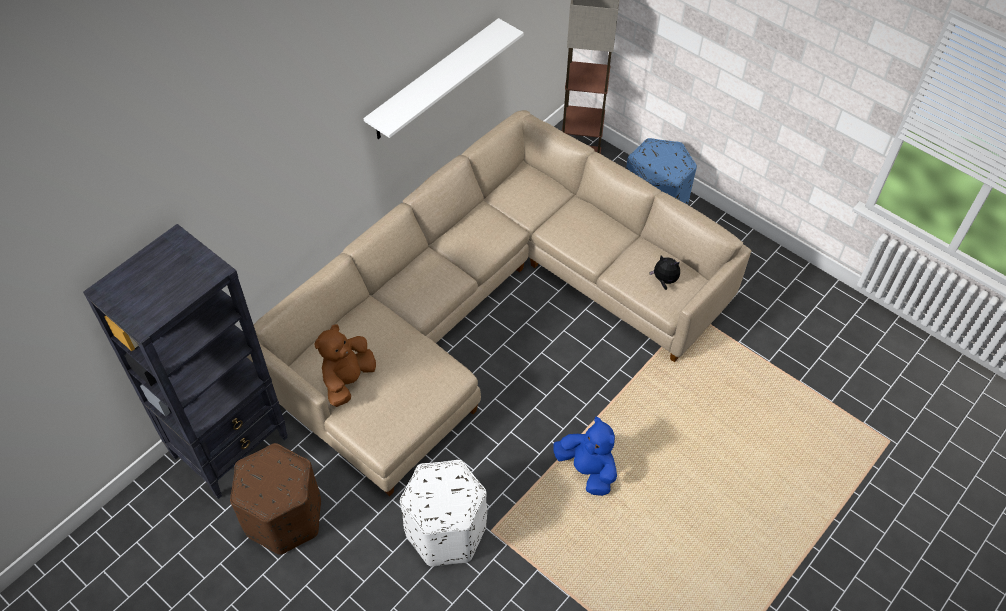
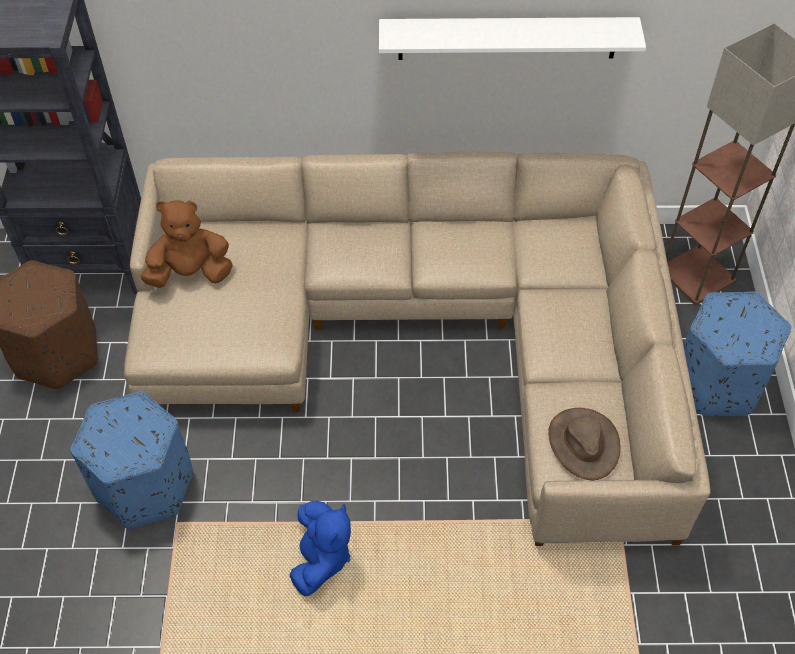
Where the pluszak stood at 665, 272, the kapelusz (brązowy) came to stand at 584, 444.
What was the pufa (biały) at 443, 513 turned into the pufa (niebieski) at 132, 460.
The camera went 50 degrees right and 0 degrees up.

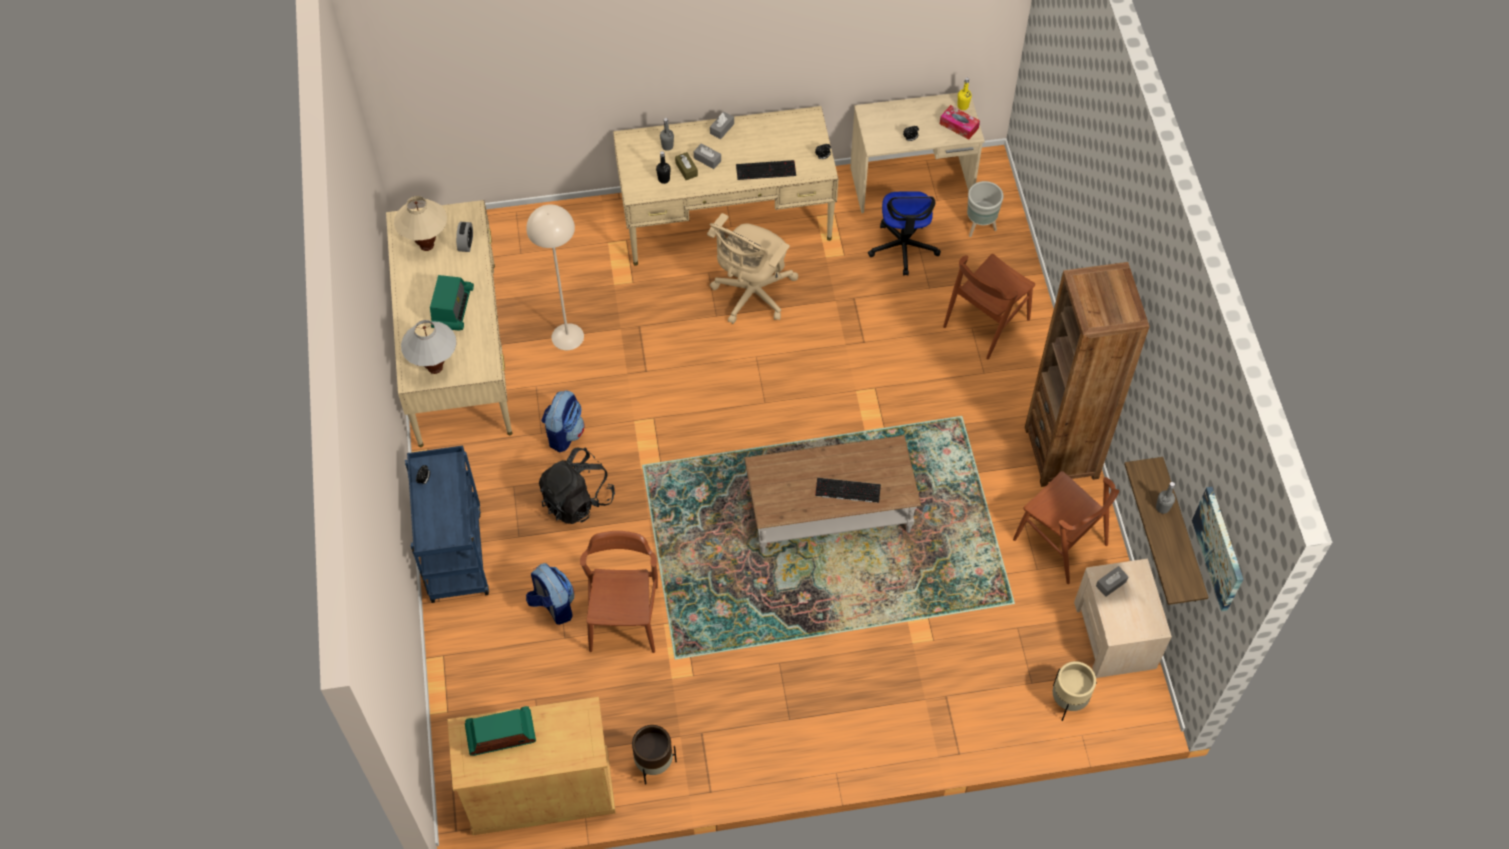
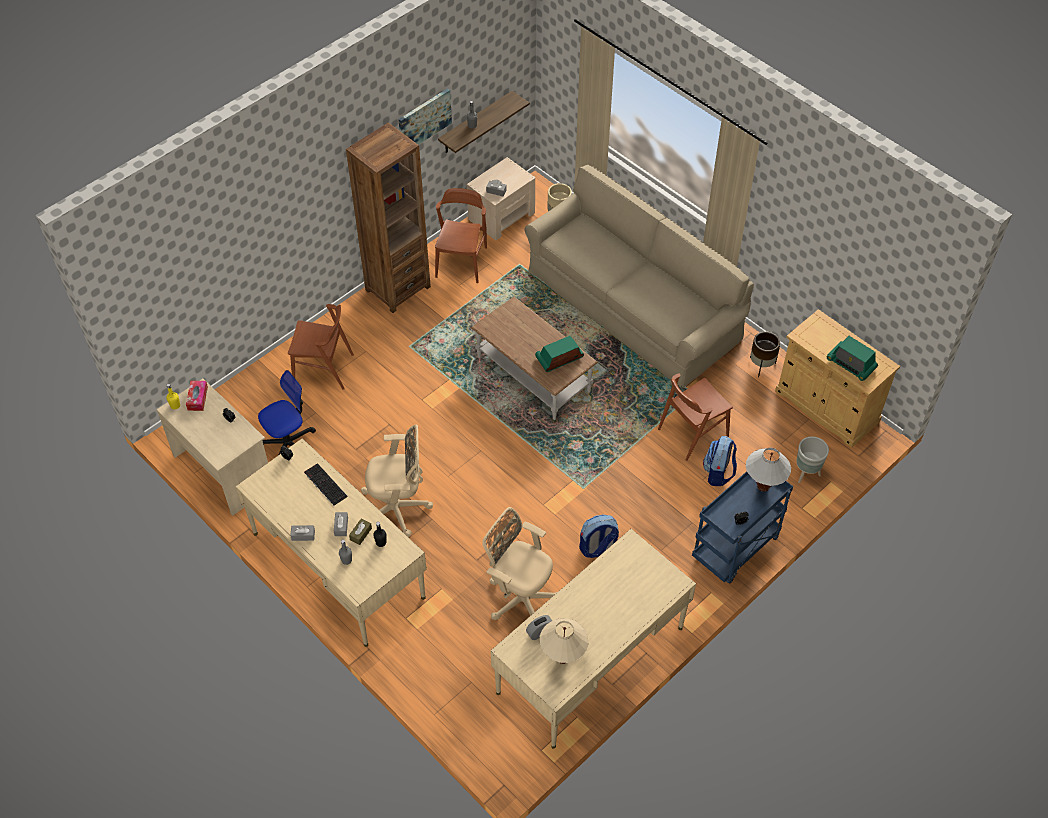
The donica (szary) ended up elsewhere, having gone from 985, 209 to 812, 459.
Where the lampa stojąca (beżowy) stood at 555, 277, the krzesło biurowe (beżowy) came to stand at 519, 563.
The radio ended up elsewhere, having gone from 452, 303 to 559, 354.
The lampa stołowa (biały) ended up elsewhere, having gone from 429, 347 to 768, 470.
The second view lost the plecak (czarny) at 577, 485.
The second view lost the klawiatura at 848, 490.
The obraz ended up elsewhere, having gone from 1217, 549 to 425, 116.
The second view gained the kanapa (beżowy) at 639, 276.
The camera went 125 degrees left and 5 degrees down.

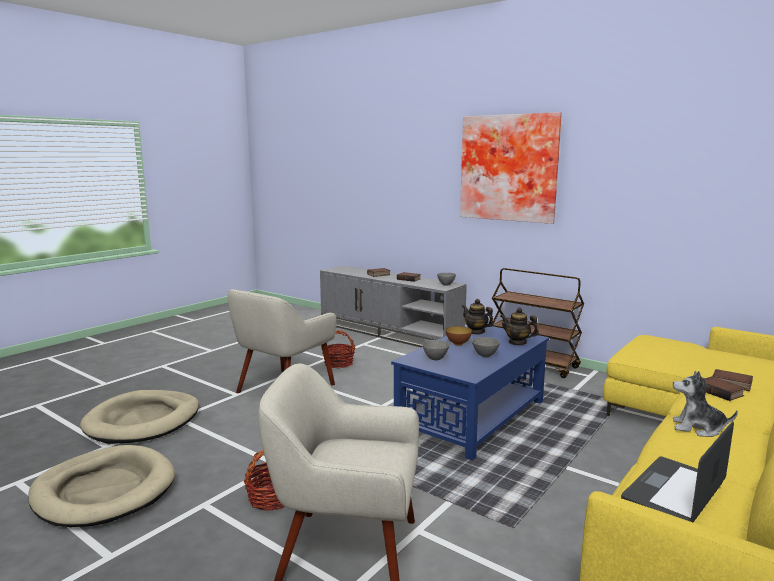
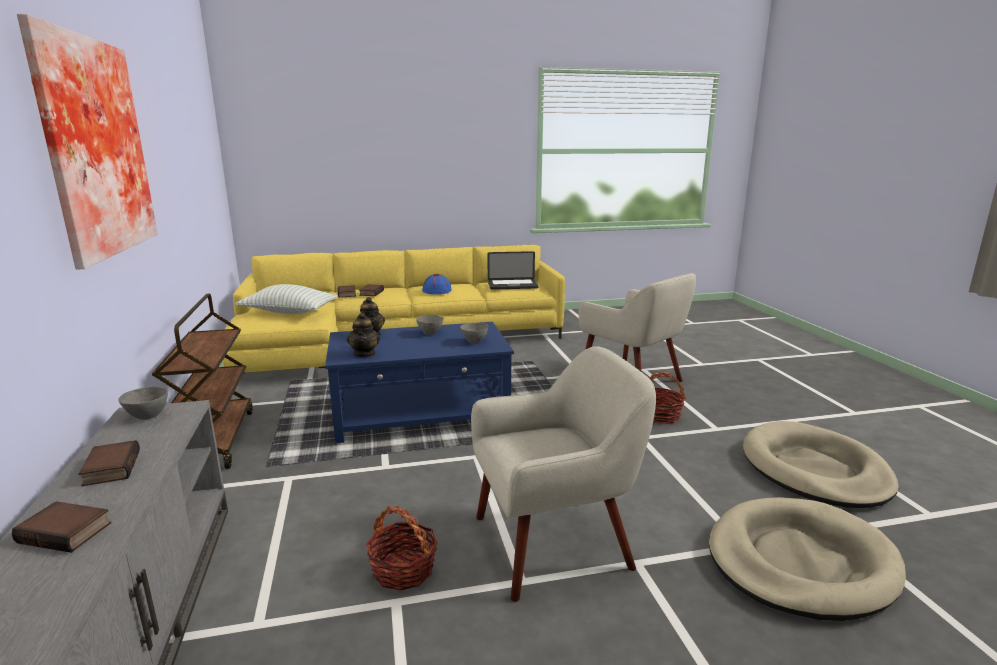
The second view lost the miska at 459, 336.
Where the pluszak stood at 705, 404, the kapelusz (niebieski) came to stand at 437, 284.
The second view gained the poduszka at 286, 299.
The camera went 140 degrees left and 5 degrees up.

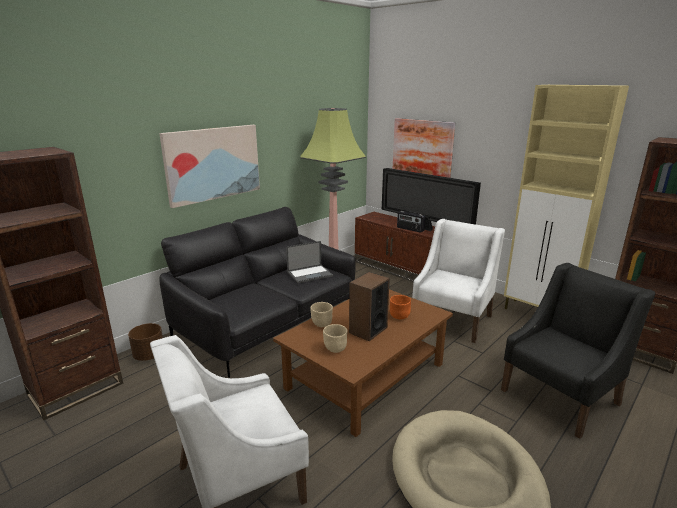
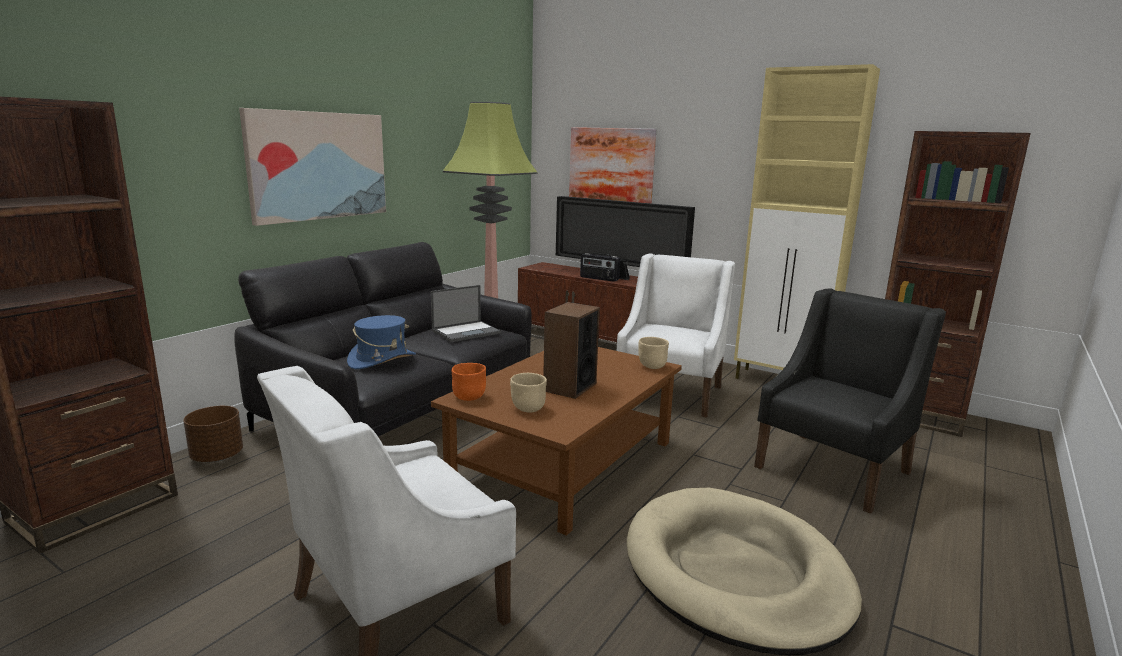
The miska (pomarańczowy) ended up elsewhere, having gone from 400, 307 to 469, 382.
The miska (beżowy) ended up elsewhere, having gone from 321, 314 to 653, 353.
The second view gained the kapelusz (niebieski) at 381, 342.
The camera went 10 degrees left and 5 degrees down.

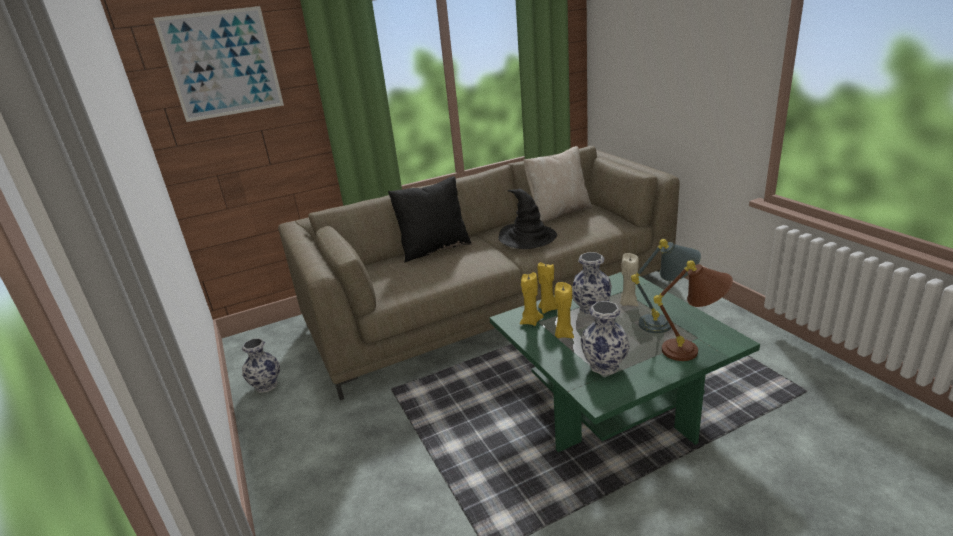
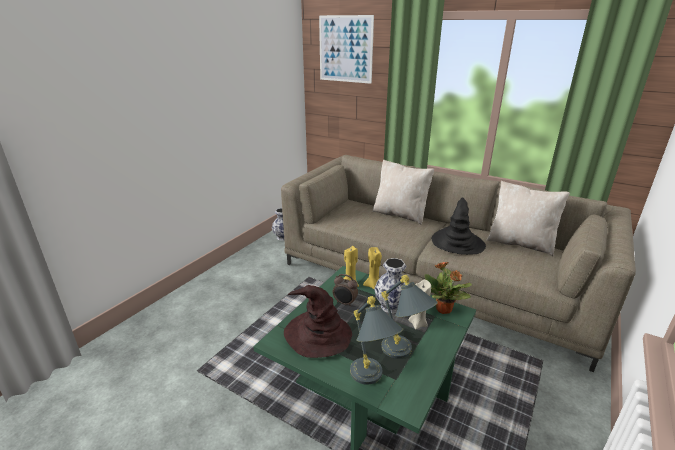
What was the poduszka (czarny) at 430, 219 turned into the poduszka (beżowy) at 403, 192.
What was the lampa stołowa (brązowy) at 693, 310 turned into the lampa stołowa (szary) at 376, 340.
Where the świeca (żółty) stood at 564, 310, the budzik came to stand at 345, 290.
Where the wazon stood at 605, 338, the kapelusz (brązowy) came to stand at 318, 321.
The second view gained the roślina doniczkowa at 448, 288.
The camera went 55 degrees right and 0 degrees up.

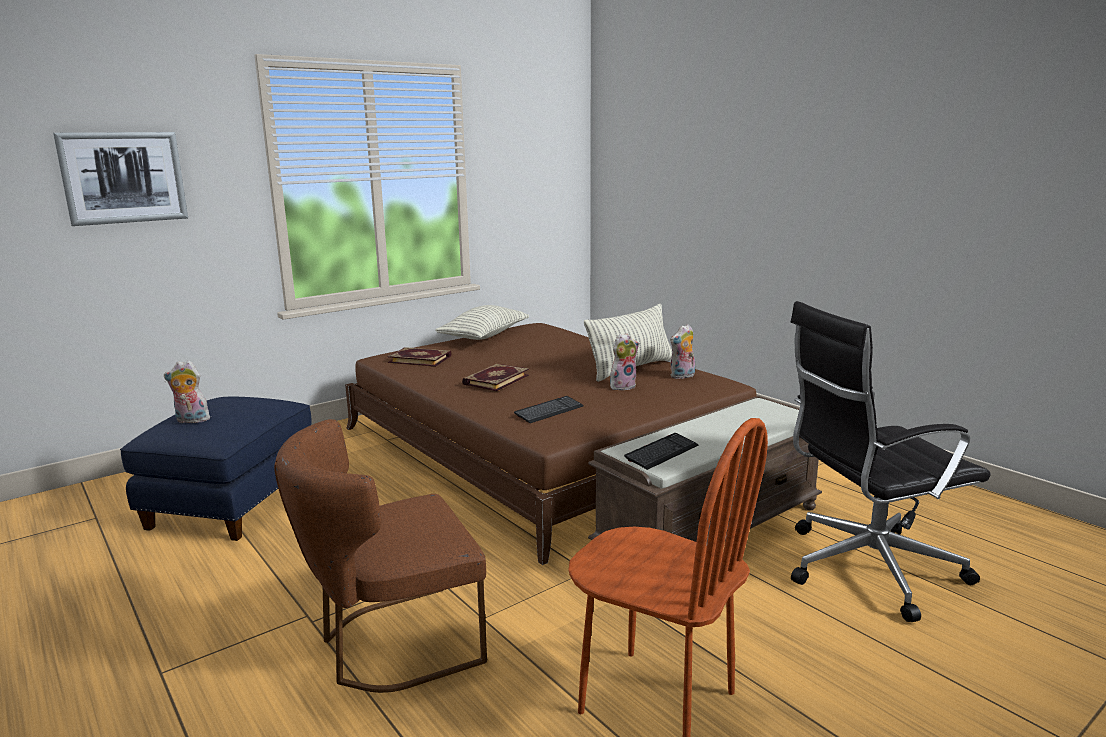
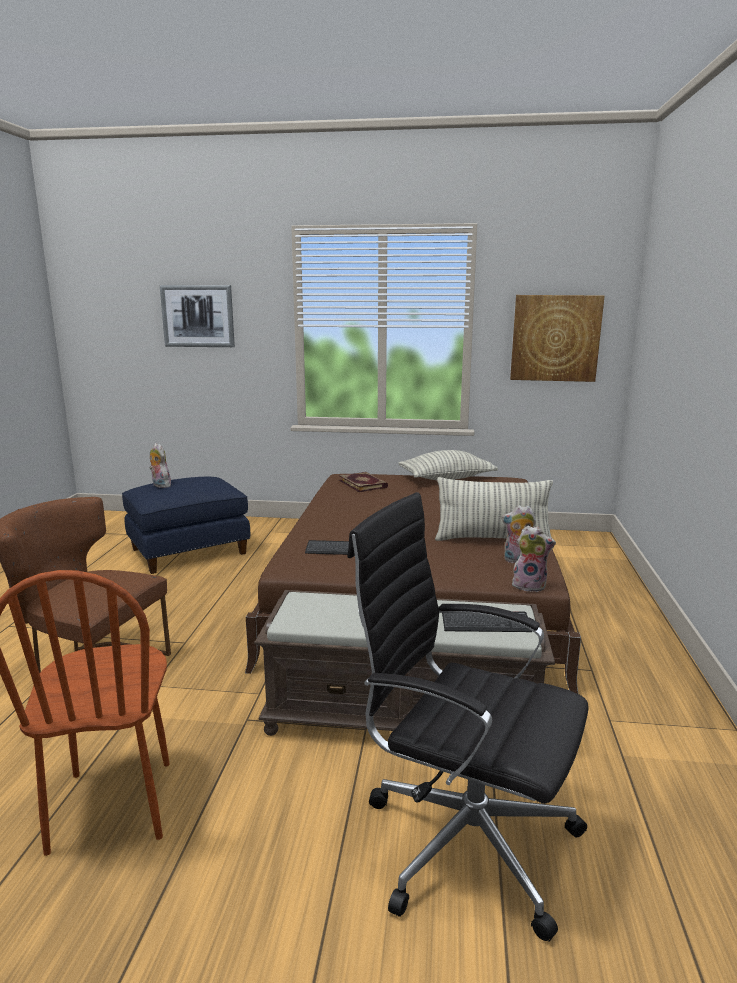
The pluszak ended up elsewhere, having gone from 624, 361 to 534, 559.
The second view lost the książka at 495, 377.
The klawiatura ended up elsewhere, having gone from 661, 451 to 487, 621.
The second view gained the obraz at 557, 338.
The camera went 45 degrees right and 0 degrees up.

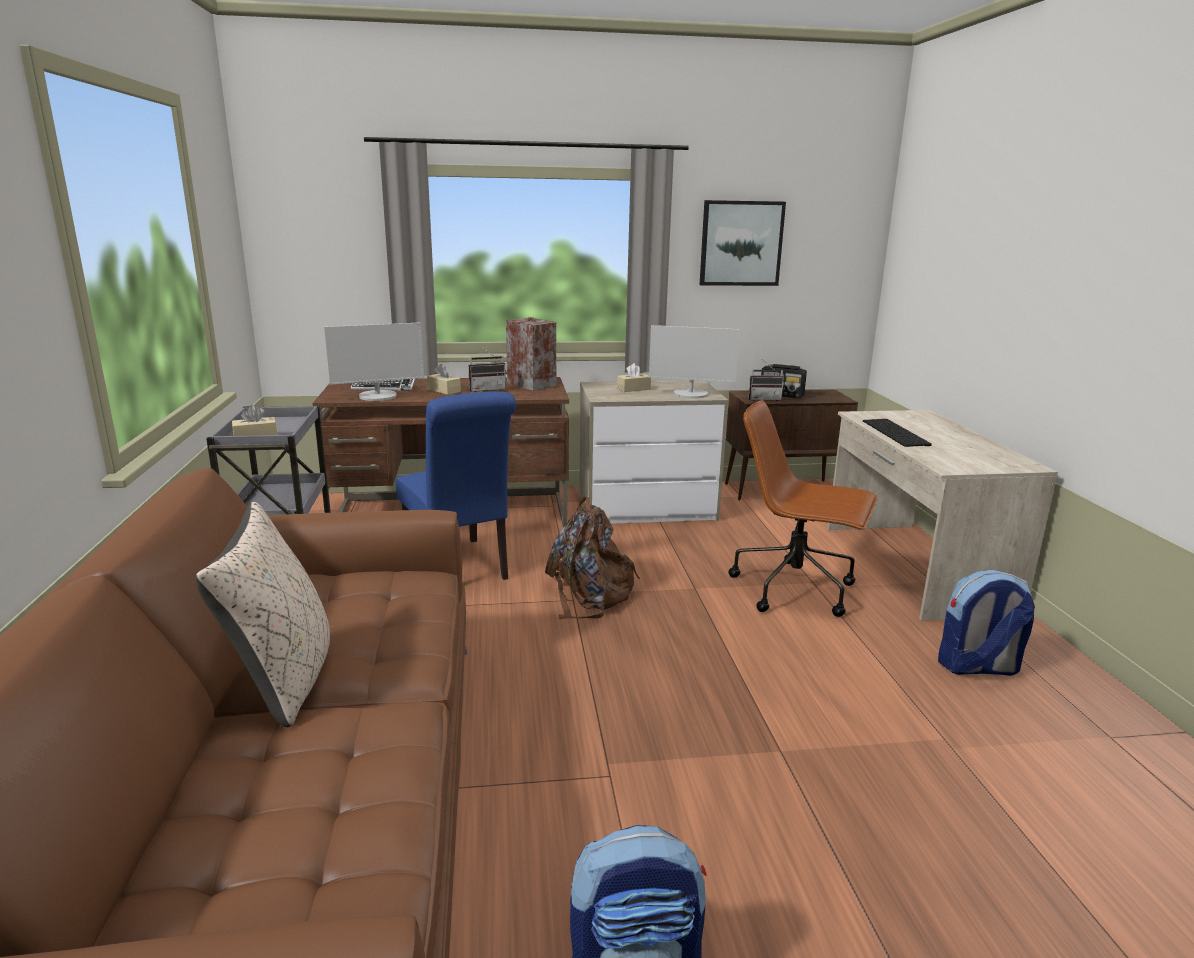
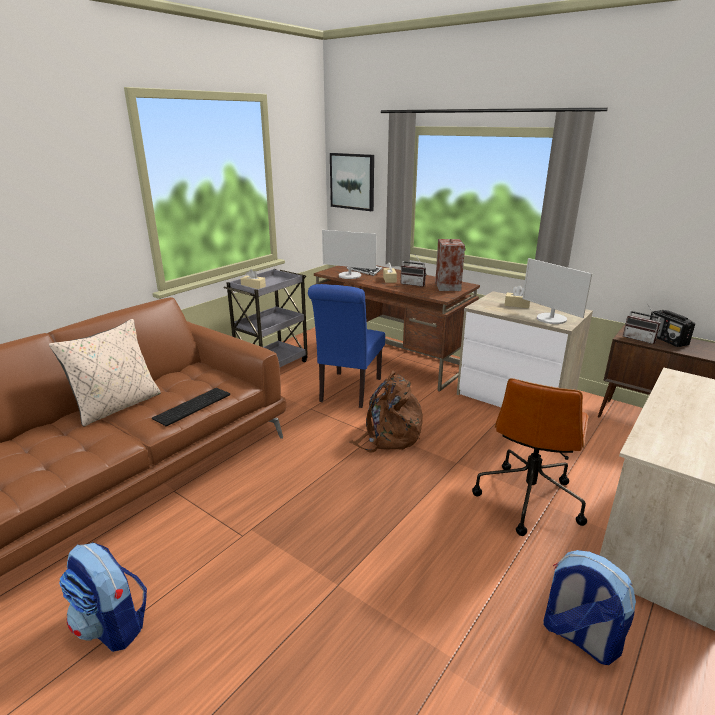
The obraz ended up elsewhere, having gone from 742, 243 to 352, 182.
The krzesło biurowe (brązowy) at 803, 508 ended up facing another way, 135 degrees counterclockwise from before.
The klawiatura ended up elsewhere, having gone from 897, 433 to 191, 407.
The camera went 45 degrees right and 5 degrees up.

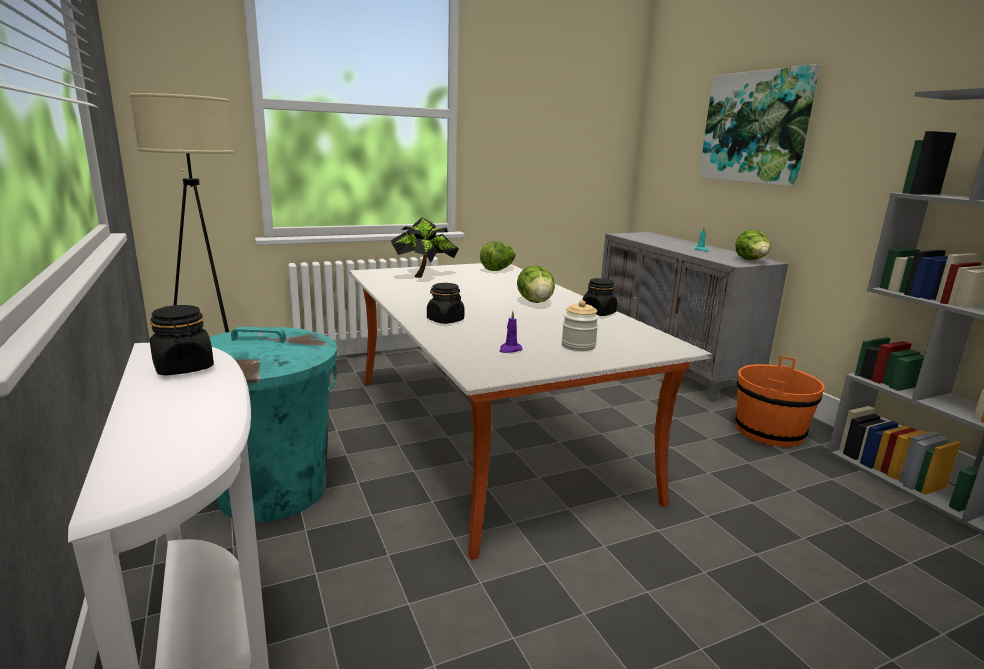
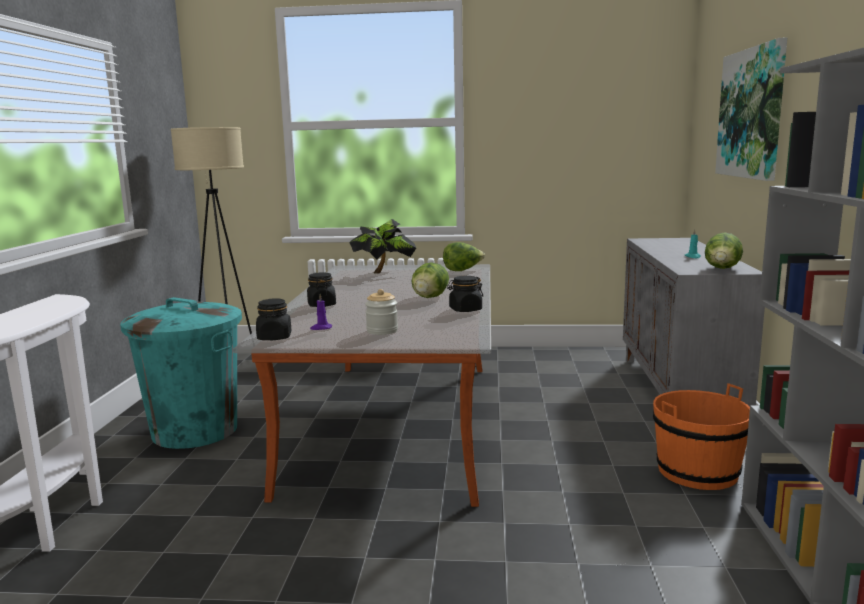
The słoik (czarny) ended up elsewhere, having gone from 182, 340 to 273, 319.
The camera went 30 degrees right and 5 degrees down.

